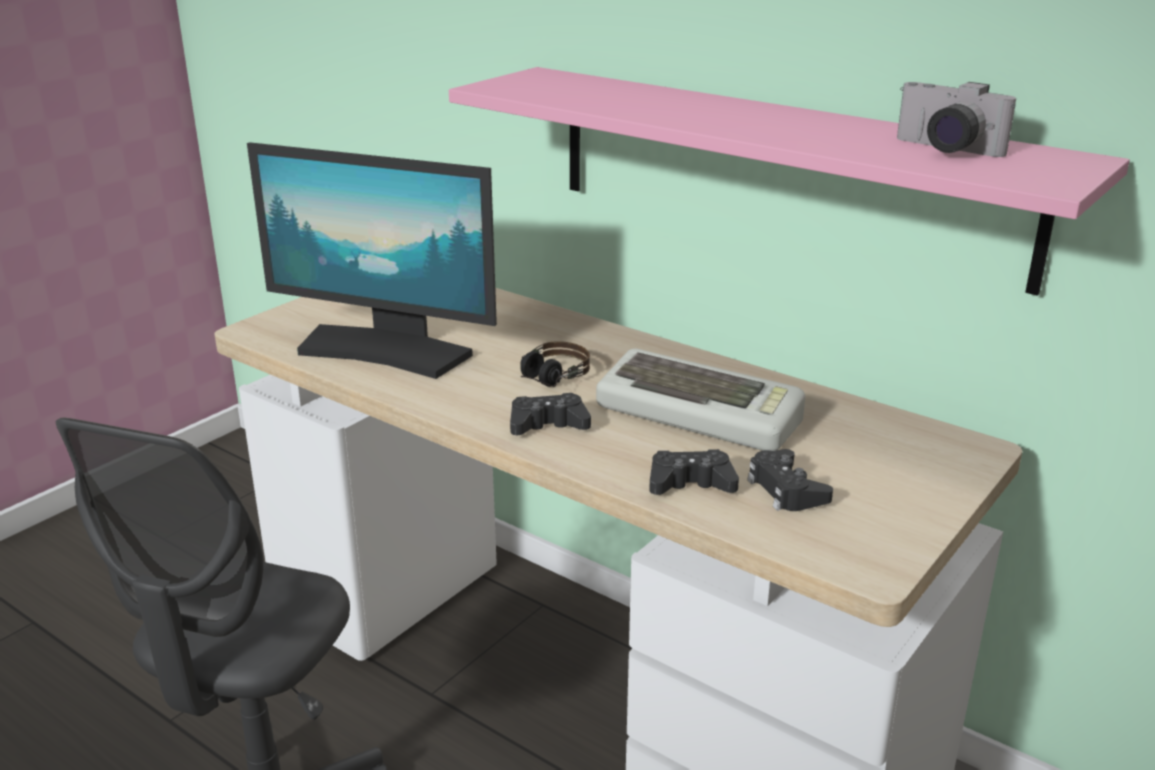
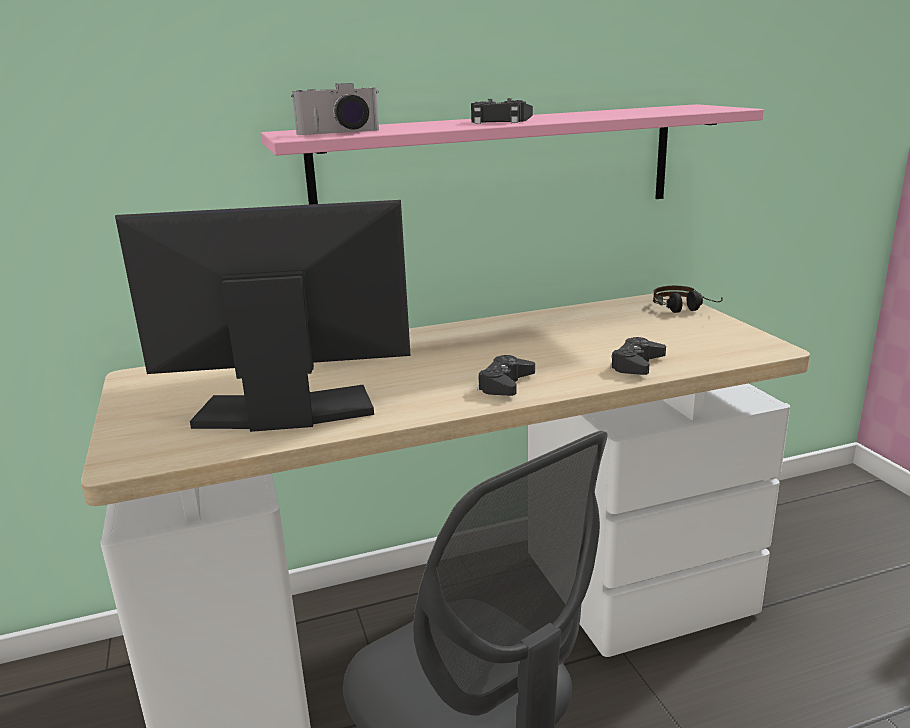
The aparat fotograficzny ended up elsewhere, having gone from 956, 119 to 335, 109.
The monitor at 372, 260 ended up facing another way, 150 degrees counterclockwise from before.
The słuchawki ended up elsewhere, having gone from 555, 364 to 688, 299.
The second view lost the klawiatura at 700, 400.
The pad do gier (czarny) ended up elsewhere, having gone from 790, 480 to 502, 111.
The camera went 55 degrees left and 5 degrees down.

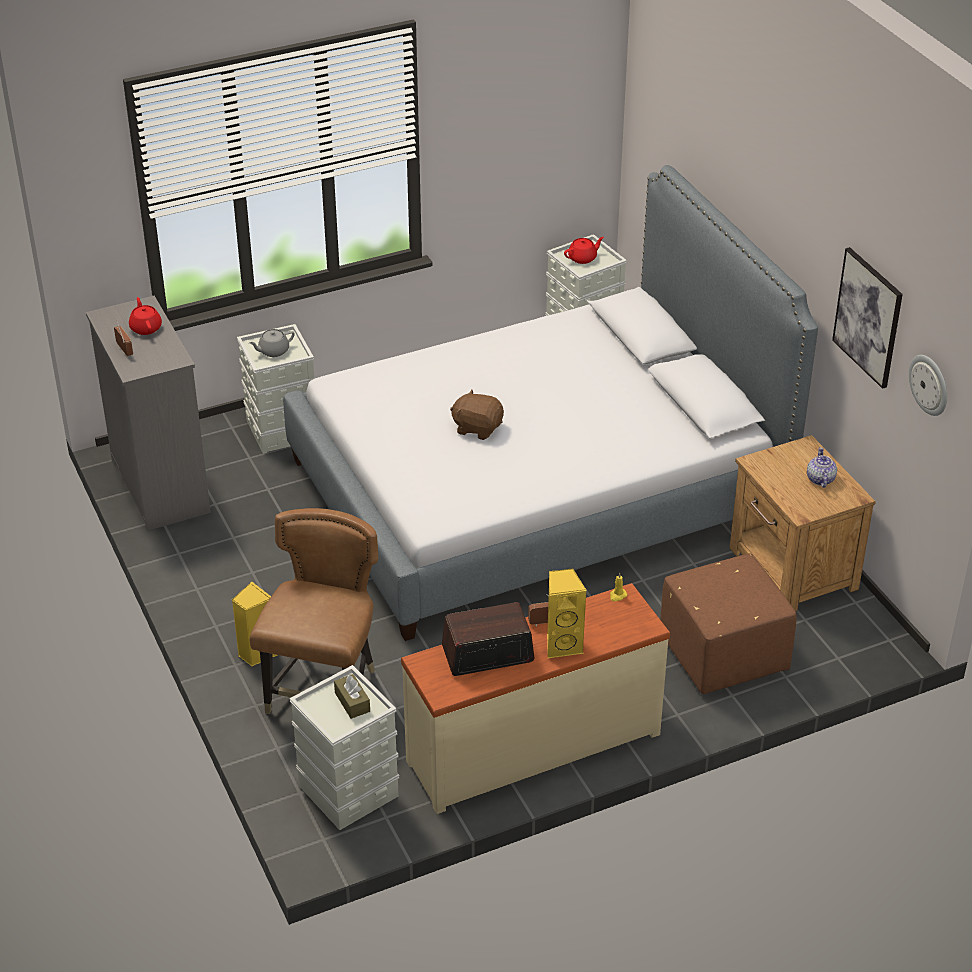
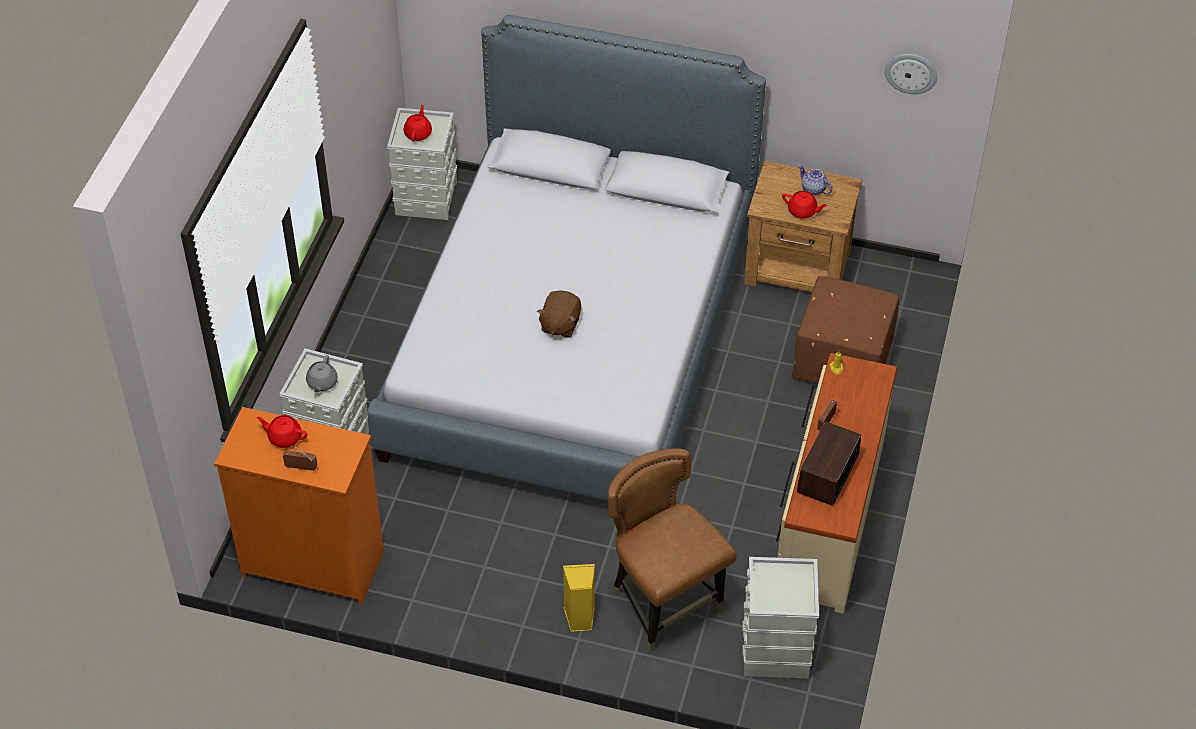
The second view lost the obraz at 867, 318.
What was the komoda (szary) at 148, 413 turned into the komoda (pomarańczowy) at 299, 506.
The pluszak (brązowy) at 477, 414 ended up facing another way, 45 degrees counterclockwise from before.
The second view lost the głośnik (żółty) at 567, 613.
The second view lost the pudełko chusteczek (brązowy) at 352, 696.
The second view gained the imbryk (czerwony) at 805, 205.
The camera went 50 degrees left and 10 degrees up.

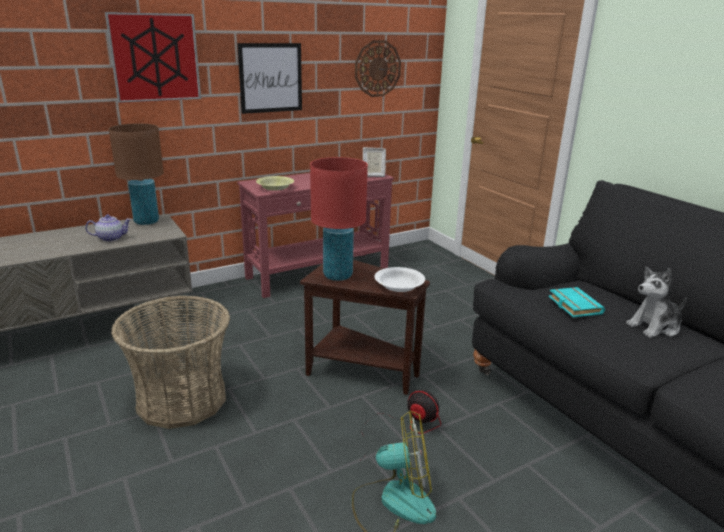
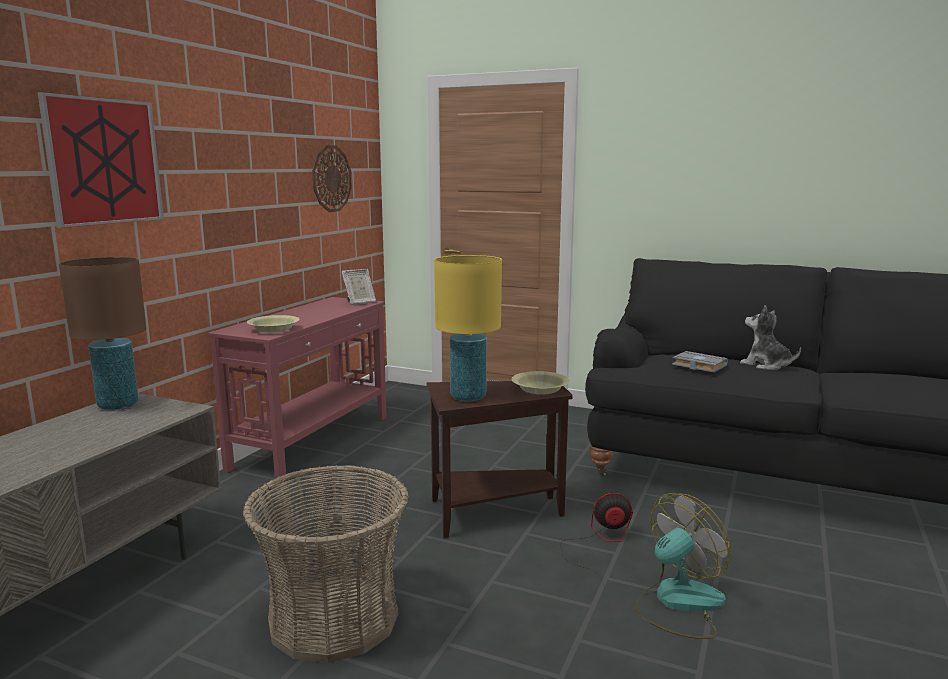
The second view lost the obraz at 269, 78.
What was the lampa stołowa (czerwony) at 339, 219 turned into the lampa stołowa (żółty) at 468, 328.
The second view lost the imbryk at 108, 228.
What was the miska (biały) at 399, 279 turned into the miska (żółty) at 541, 382.
The pluszak at 656, 302 ended up facing another way, 105 degrees clockwise from before.
What was the książka (turkusowy) at 576, 302 turned into the książka (szary) at 700, 361.
The camera went 35 degrees left and 10 degrees down.

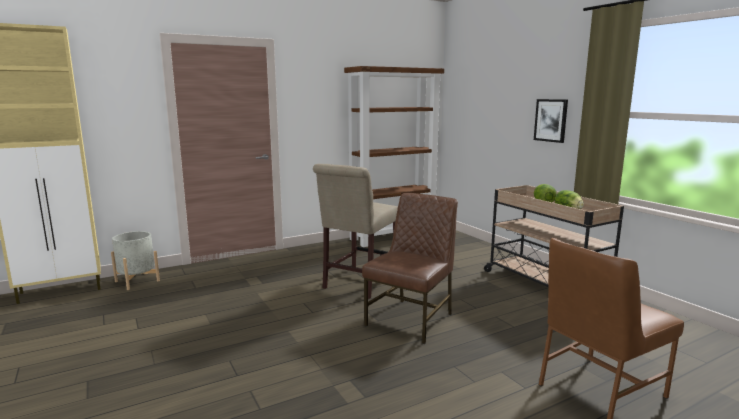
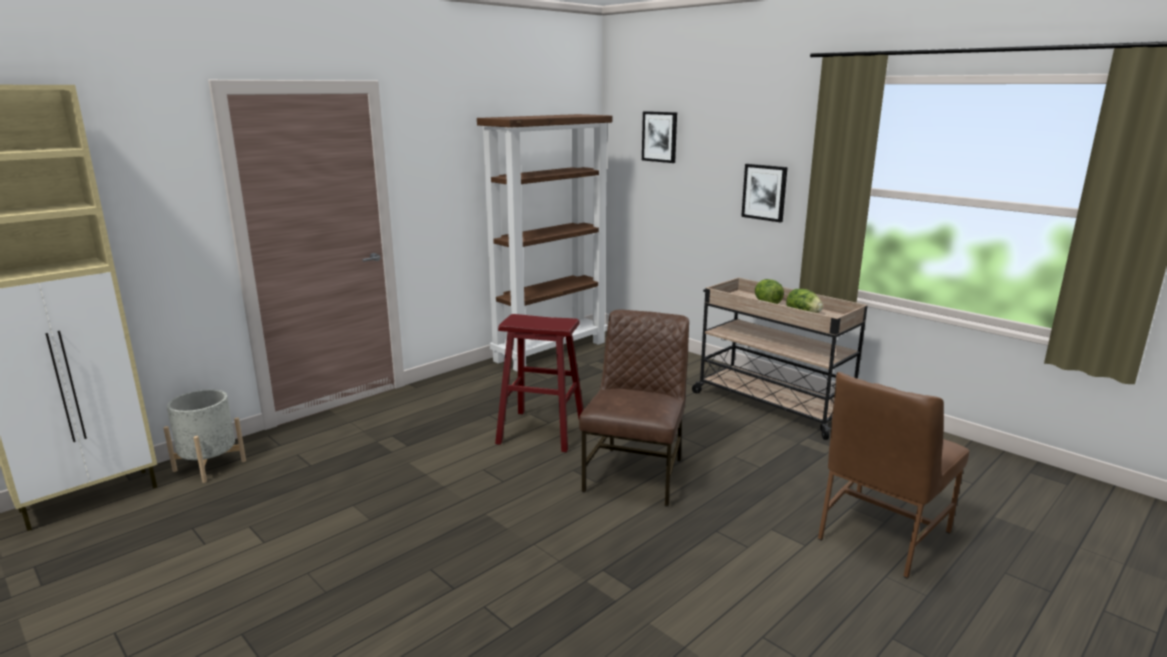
Where the krzesło (beżowy) stood at 355, 231, the stołek (czerwony) came to stand at 539, 383.
The second view gained the obraz at 659, 137.
The camera went 15 degrees left and 5 degrees up.

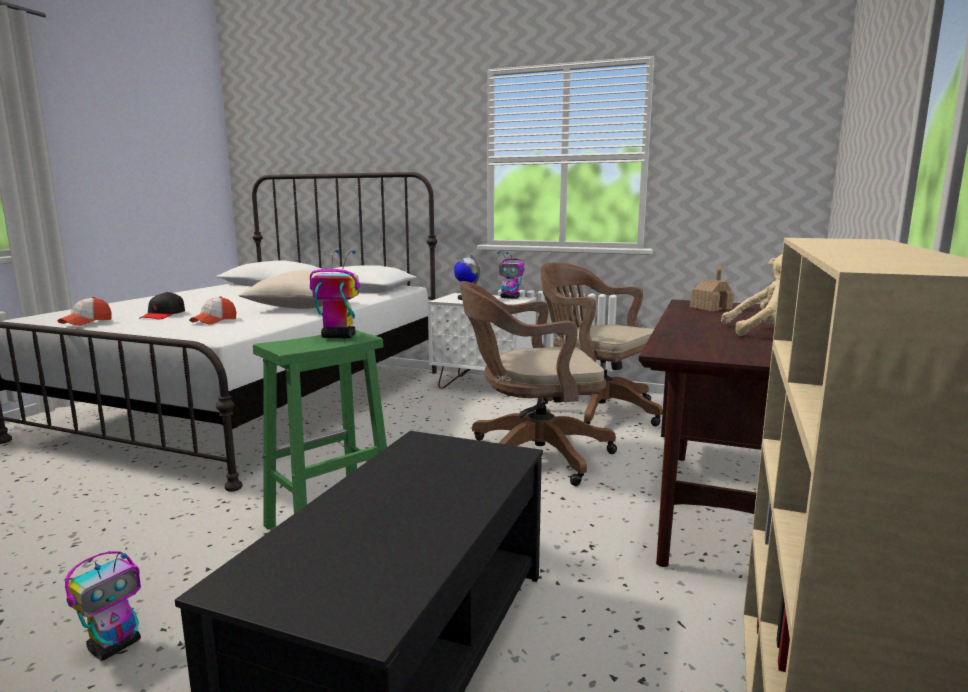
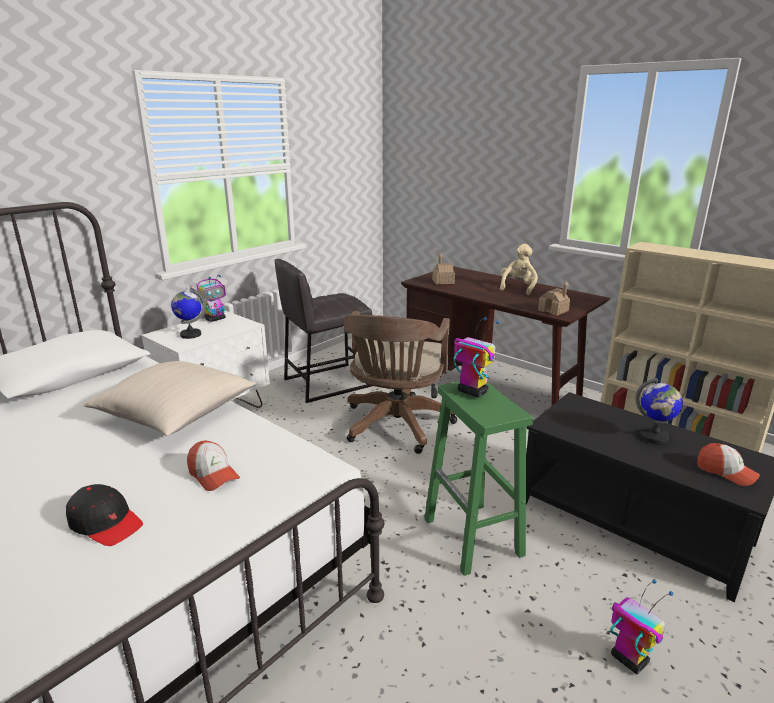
The robot zabawkowy at 335, 293 ended up facing another way, 105 degrees clockwise from before.
Where the krzesło biurowe (brązowy) stood at 600, 344, the stołek (szary) came to stand at 324, 331.
The czapka z daszkiem ended up elsewhere, having gone from 84, 311 to 728, 464.
The second view gained the domek at 554, 298.
The second view gained the globus at 659, 411.
The camera went 70 degrees left and 10 degrees up.

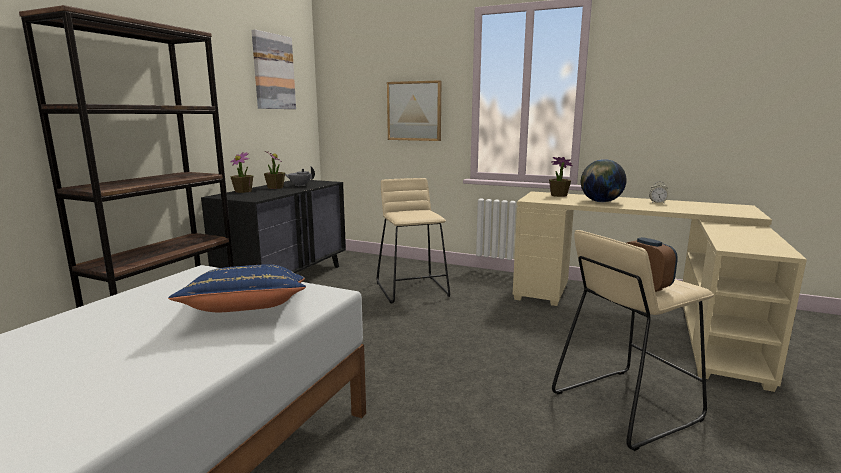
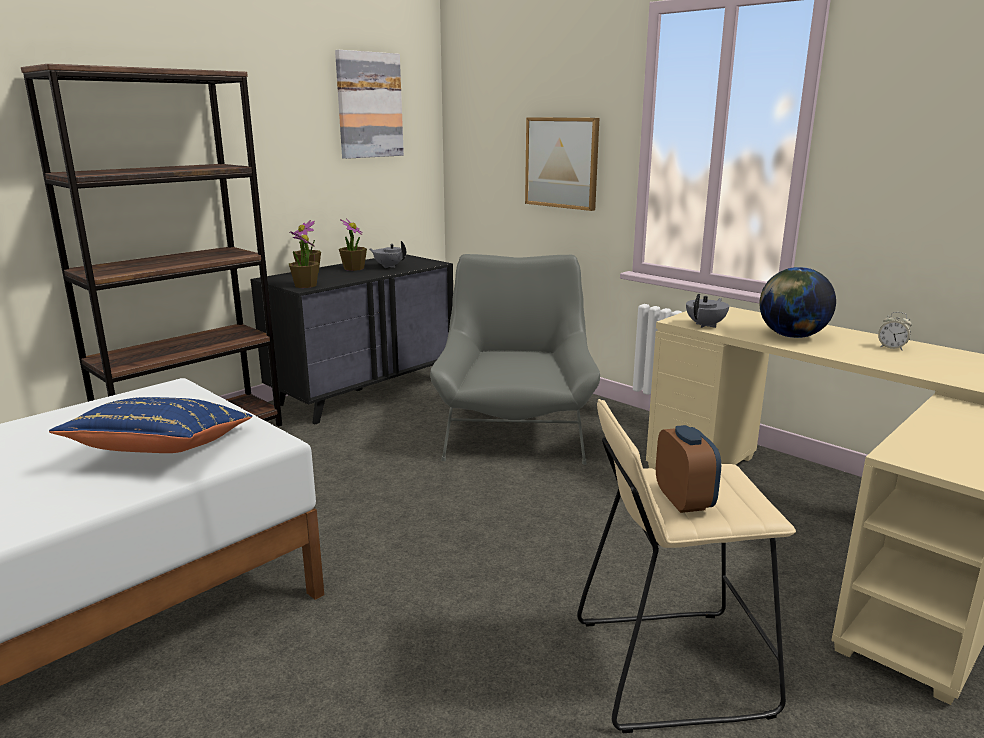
The roślina doniczkowa ended up elsewhere, having gone from 561, 177 to 304, 259.
Where the stołek (beżowy) stood at 413, 241, the fotel (szary) came to stand at 515, 359.
The second view gained the imbryk (szary) at 707, 311.
The camera went 20 degrees right and 5 degrees up.

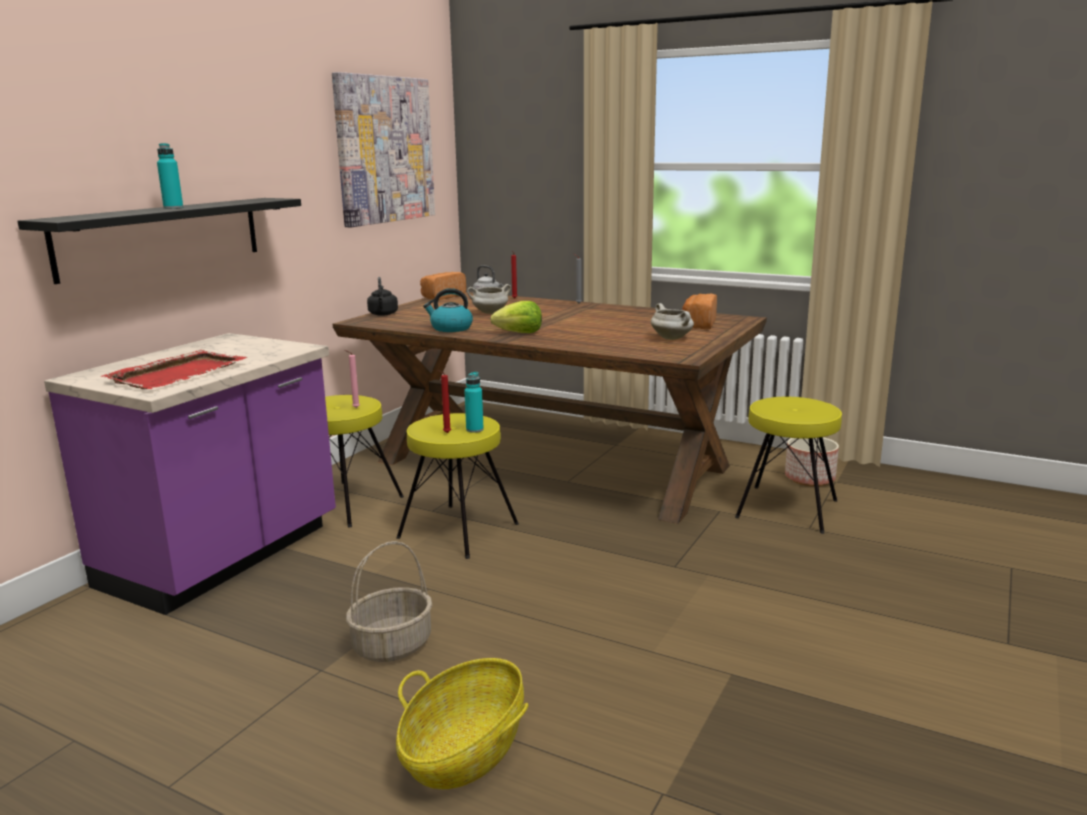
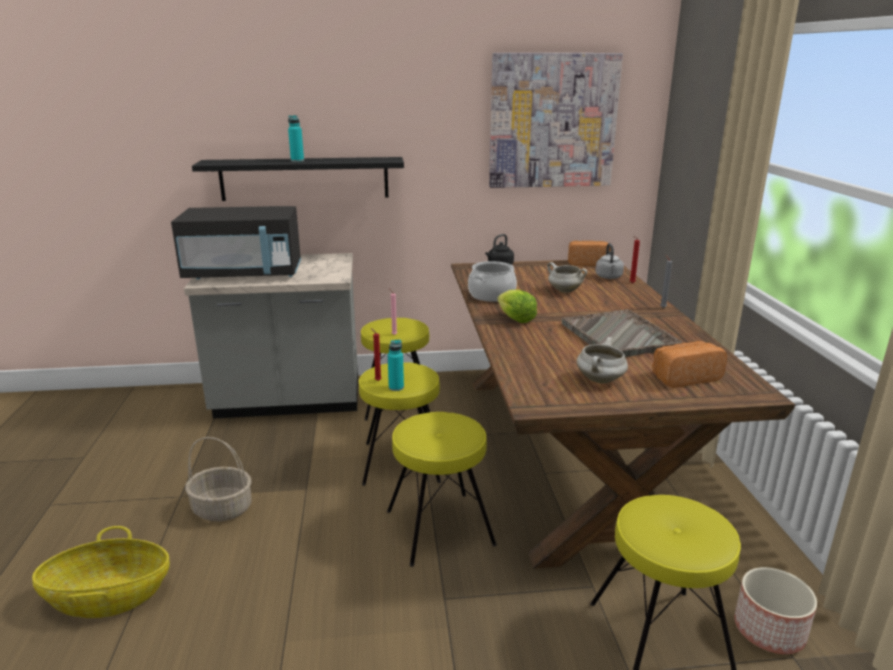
Where the czajnik stood at 448, 310, the garnek came to stand at 492, 281.
What was the zabudowa kuchenna (fioletowy) at 190, 474 turned into the zabudowa kuchenna (szary) at 271, 336.
Where the taca (czerwony) stood at 174, 369, the mikrofalówka (czarny) came to stand at 236, 243.
The second view gained the taca (szary) at 622, 333.
The second view gained the stołek (żółty) at 442, 489.
The camera went 55 degrees right and 5 degrees up.

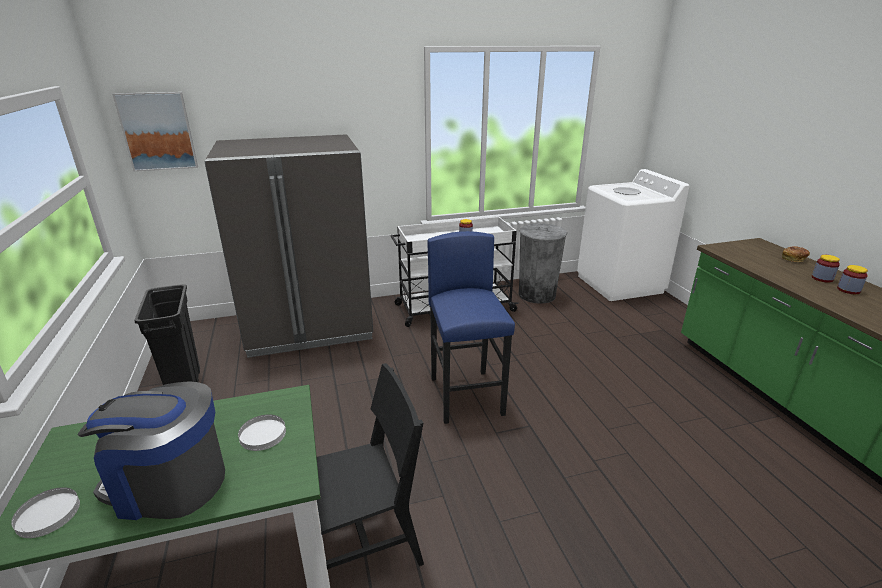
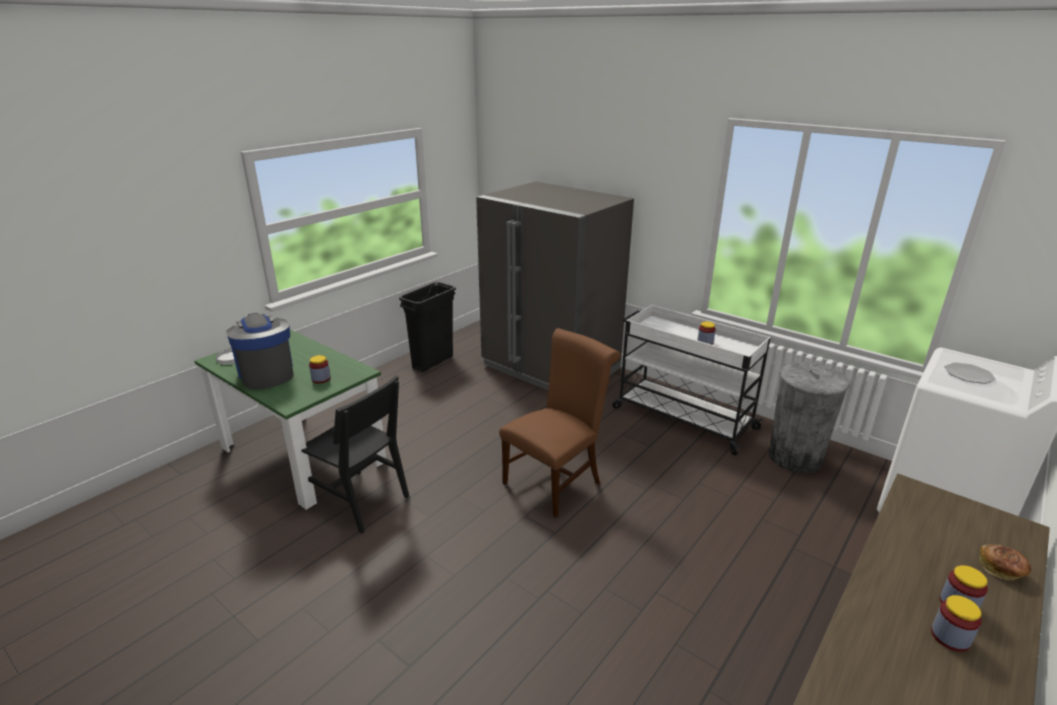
The second view lost the obraz at 155, 132.
Where the stołek (niebieski) stood at 471, 327, the krzesło (brązowy) came to stand at 559, 423.
Where the talerz (biały) stood at 262, 433, the słoik came to stand at 320, 369.
The camera went 55 degrees right and 0 degrees up.

